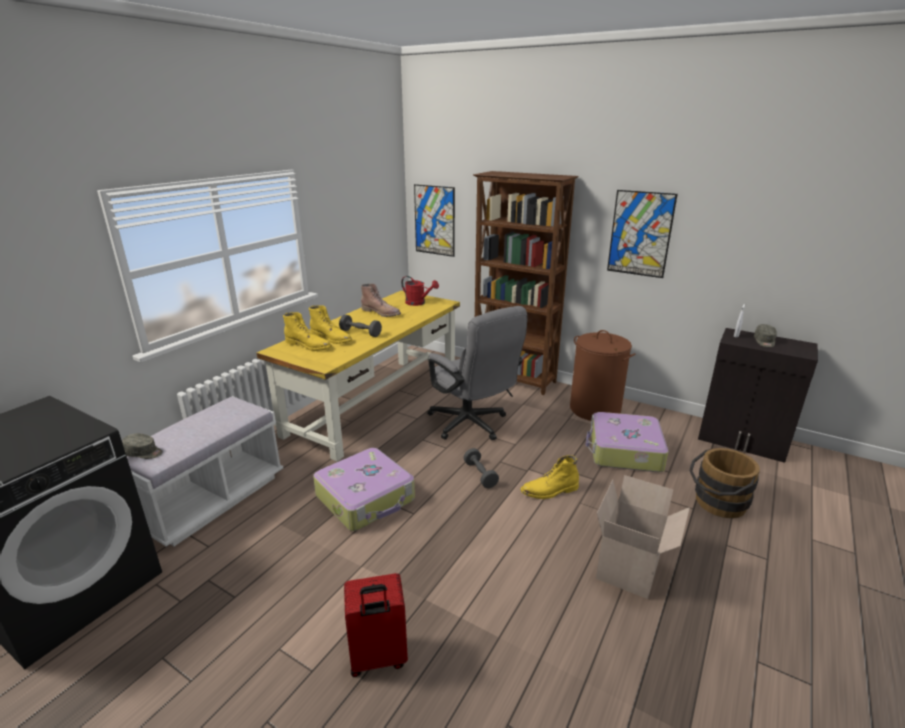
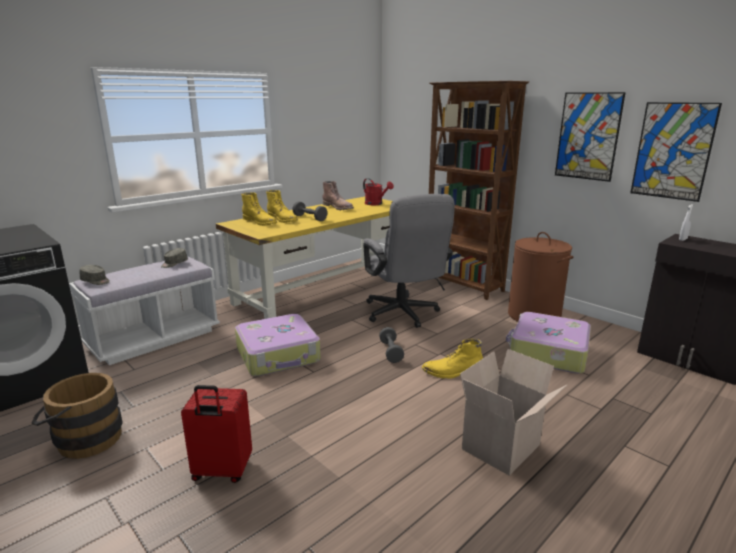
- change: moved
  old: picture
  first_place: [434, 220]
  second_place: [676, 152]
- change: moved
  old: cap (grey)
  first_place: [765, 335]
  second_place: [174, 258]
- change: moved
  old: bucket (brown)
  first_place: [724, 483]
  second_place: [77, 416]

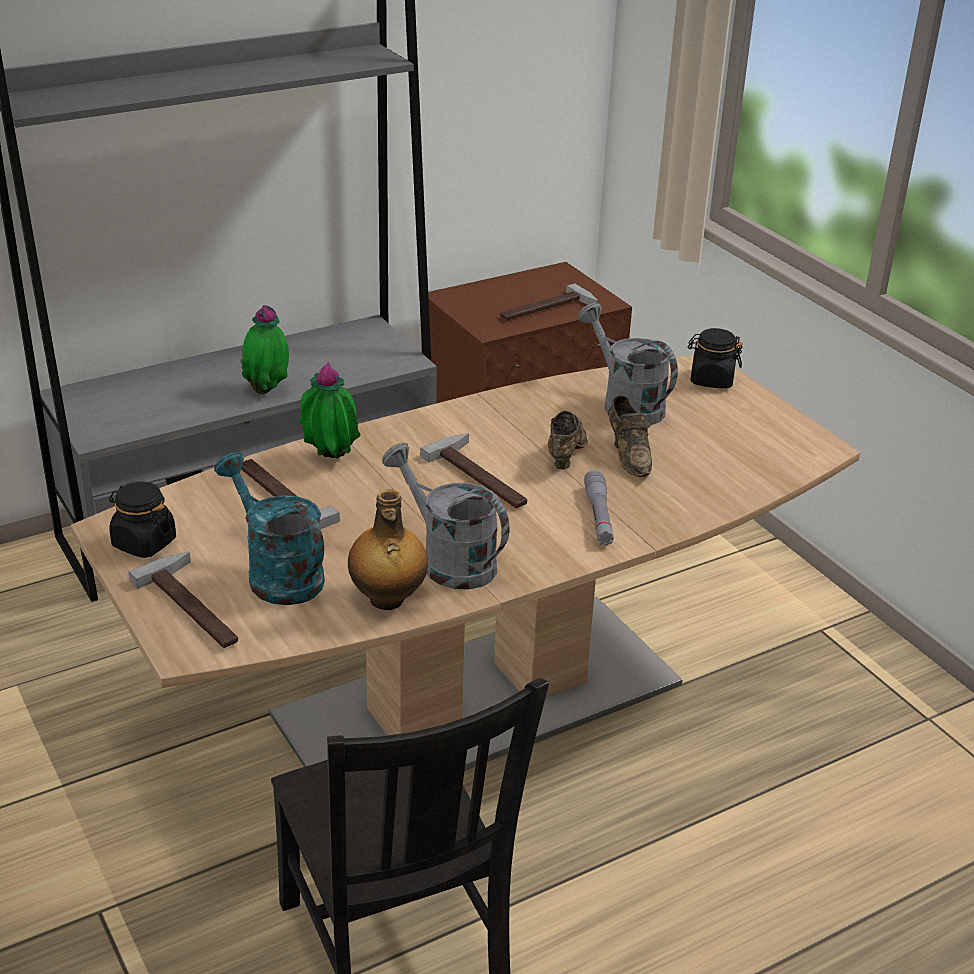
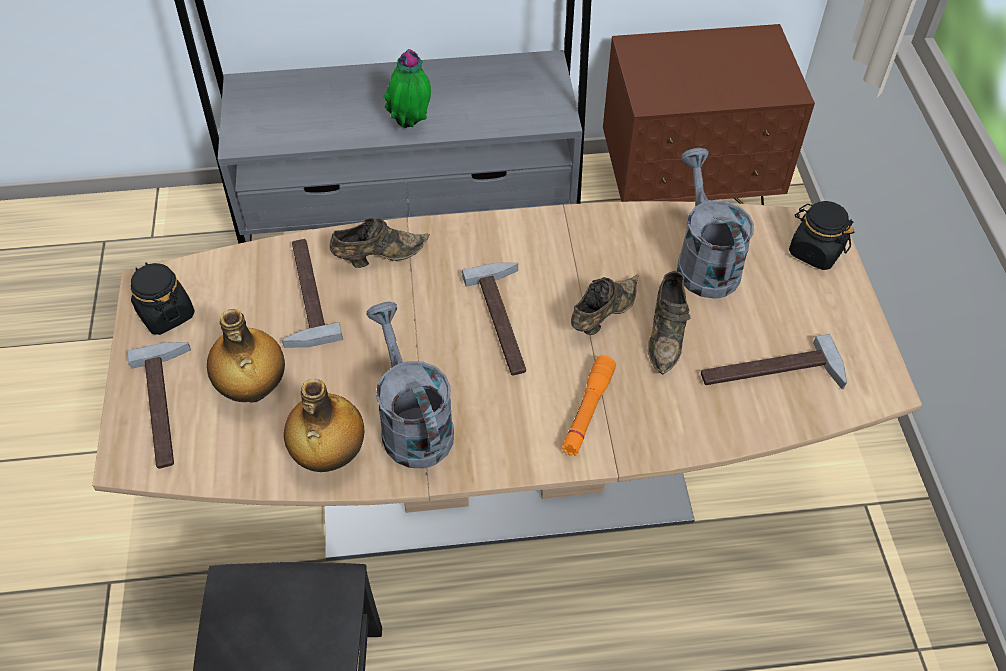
- change: moved
  old: hammer
  first_place: [549, 301]
  second_place: [774, 361]
- change: replaced
  old: potted plant
  new: shoe (brown)
  first_place: [330, 410]
  second_place: [380, 243]
- change: replaced
  old: watering can (turquoise)
  new: bottle
  first_place: [269, 528]
  second_place: [246, 356]
- change: recoloured
  old: flashlight (grey)
  new: flashlight (orange)
  first_place: [599, 508]
  second_place: [589, 405]

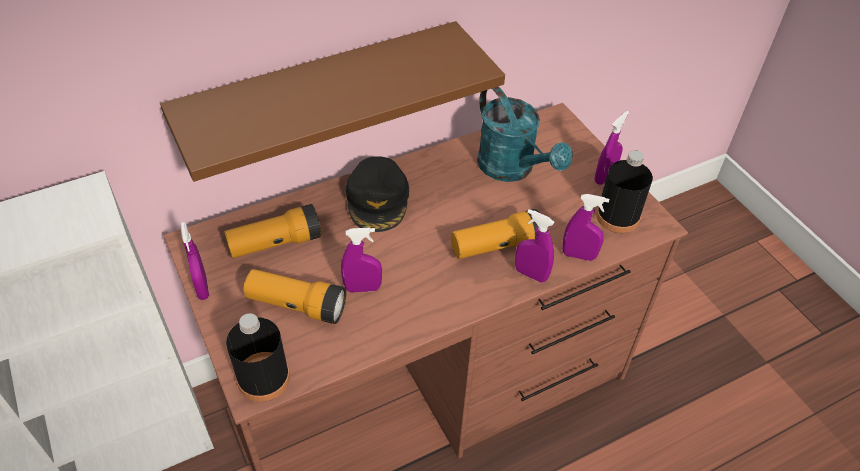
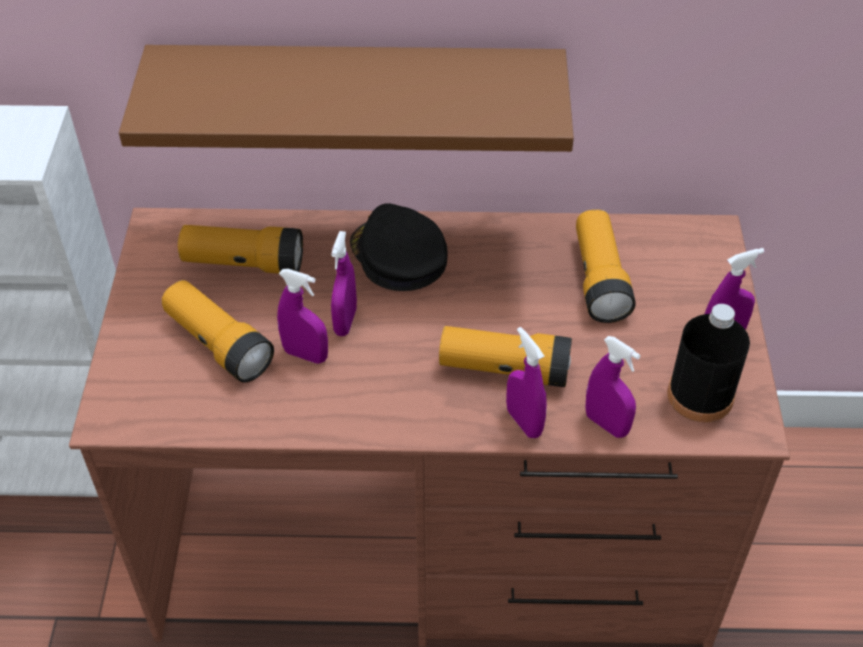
- change: replaced
  old: watering can (turquoise)
  new: flashlight
  first_place: [525, 134]
  second_place: [606, 266]
- change: turned
  old: cap (black)
  first_place: [377, 194]
  second_place: [398, 247]
  degrees: 120
- change: moved
  old: spray bottle (purple)
  first_place: [194, 261]
  second_place: [344, 283]
- change: removed
  old: bottle (black)
  first_place: [258, 357]

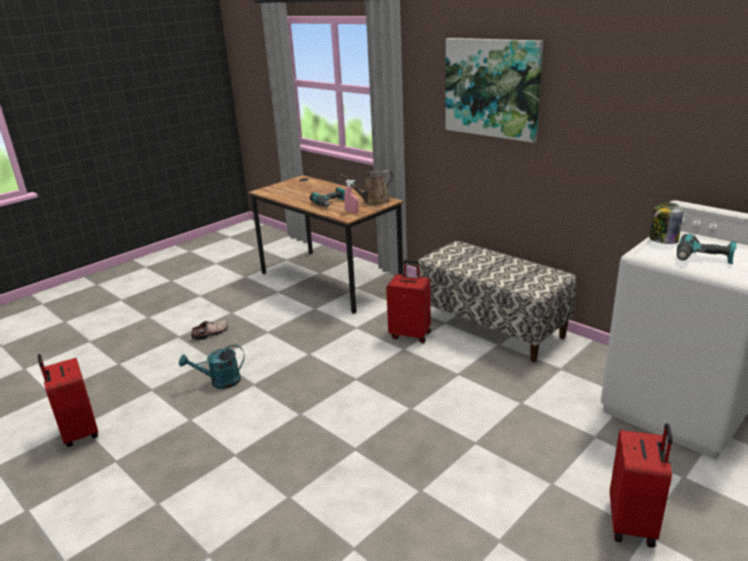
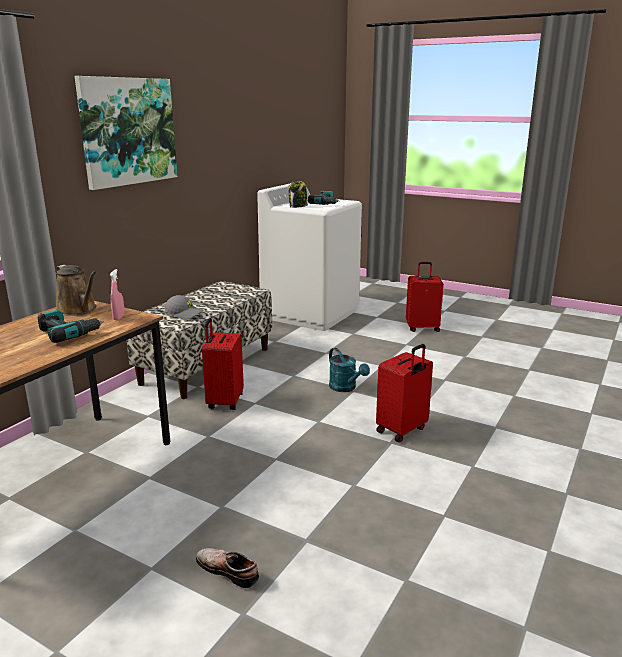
- change: moved
  old: watering can (turquoise)
  first_place: [212, 366]
  second_place: [349, 370]
- change: moved
  old: suitcase (red)
  first_place: [67, 400]
  second_place: [404, 393]
- change: added
  new: cap (grey)
  second_place: [184, 307]

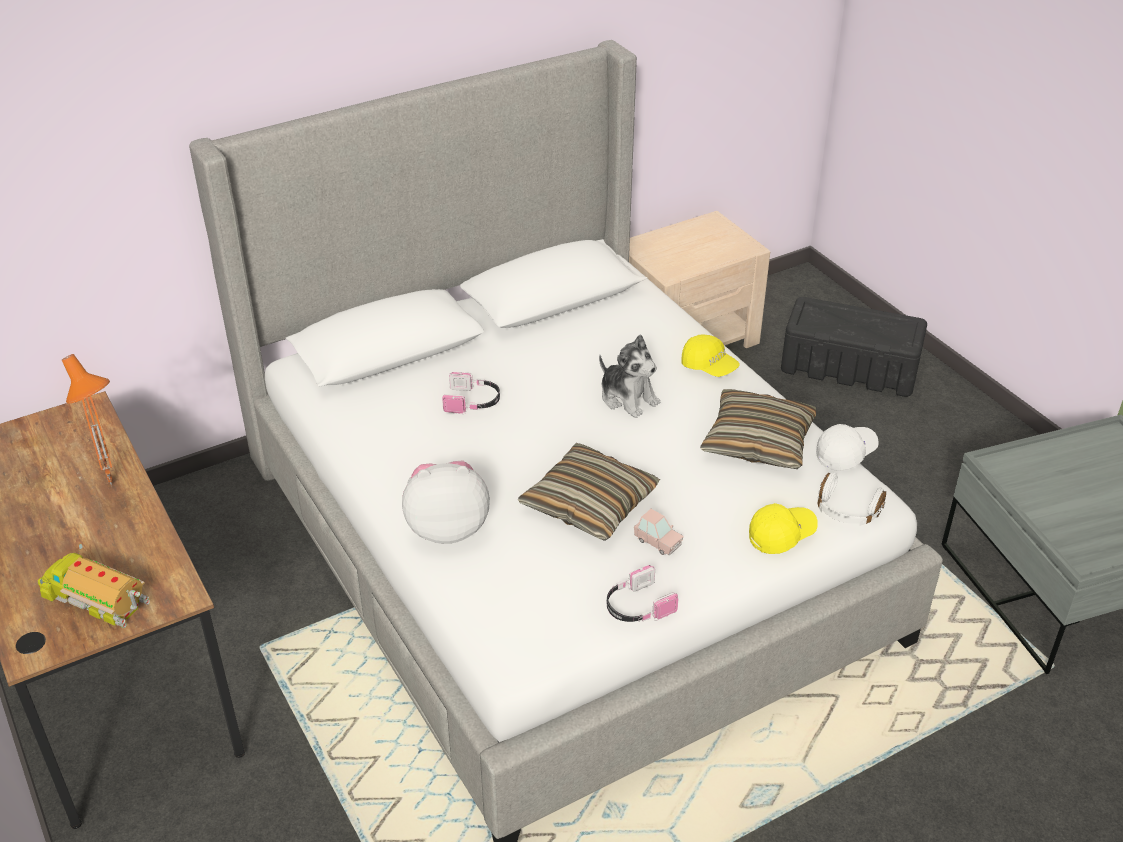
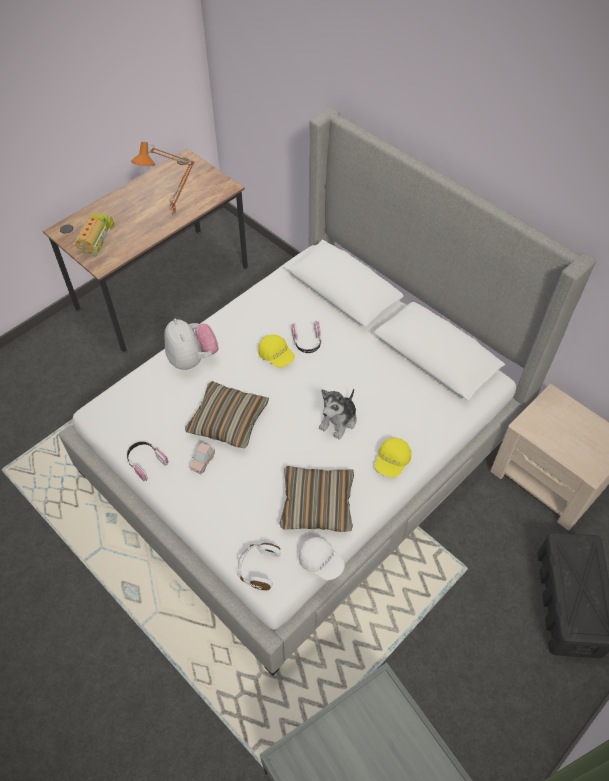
- change: moved
  old: cap (yellow)
  first_place: [783, 528]
  second_place: [276, 350]

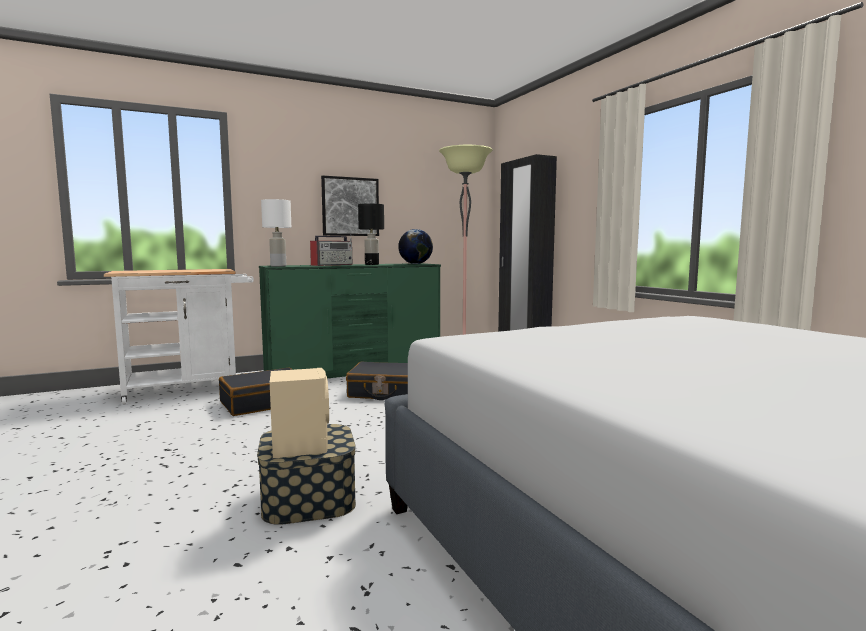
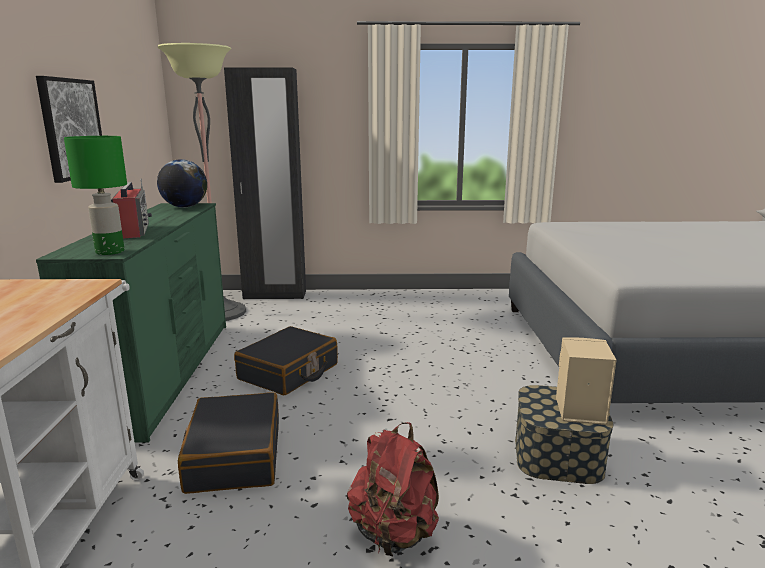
- change: recoloured
  old: table lamp (white)
  new: table lamp (green)
  first_place: [276, 233]
  second_place: [95, 195]
- change: removed
  old: table lamp (black)
  first_place: [371, 234]
- change: added
  new: backpack (red)
  second_place: [393, 489]

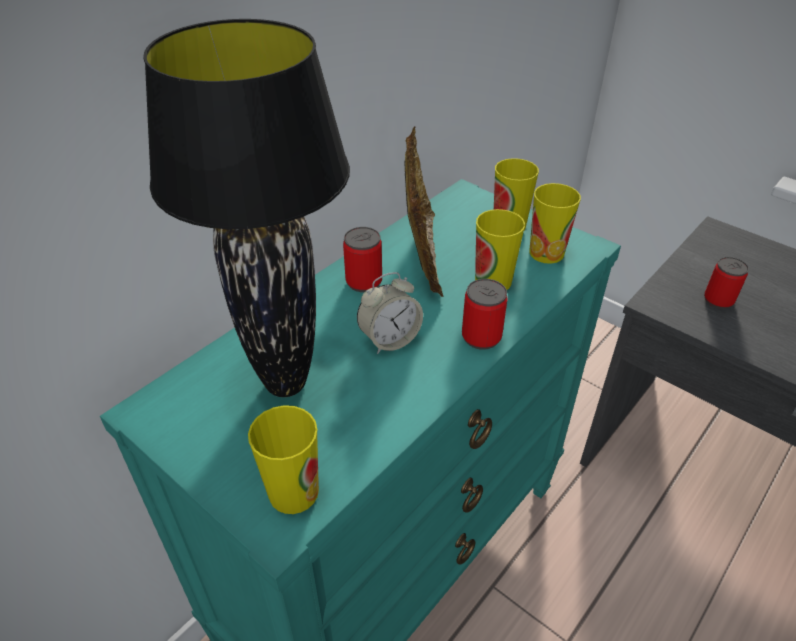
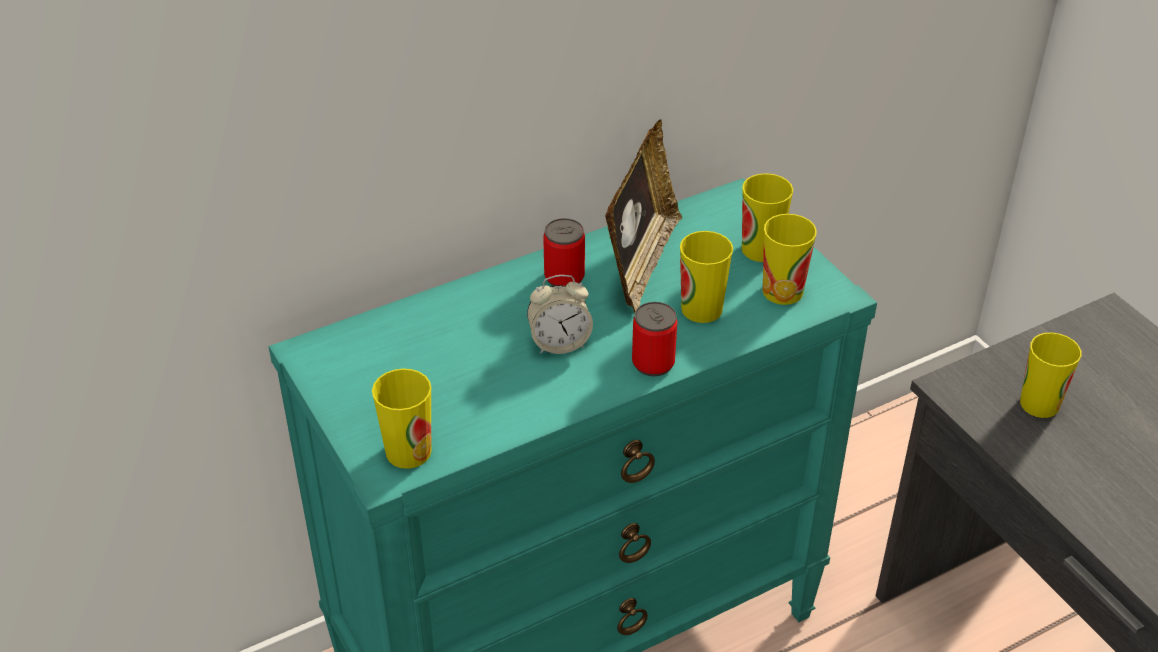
- change: removed
  old: table lamp (black)
  first_place: [246, 208]
- change: replaced
  old: can
  new: cup
  first_place: [726, 283]
  second_place: [1050, 375]

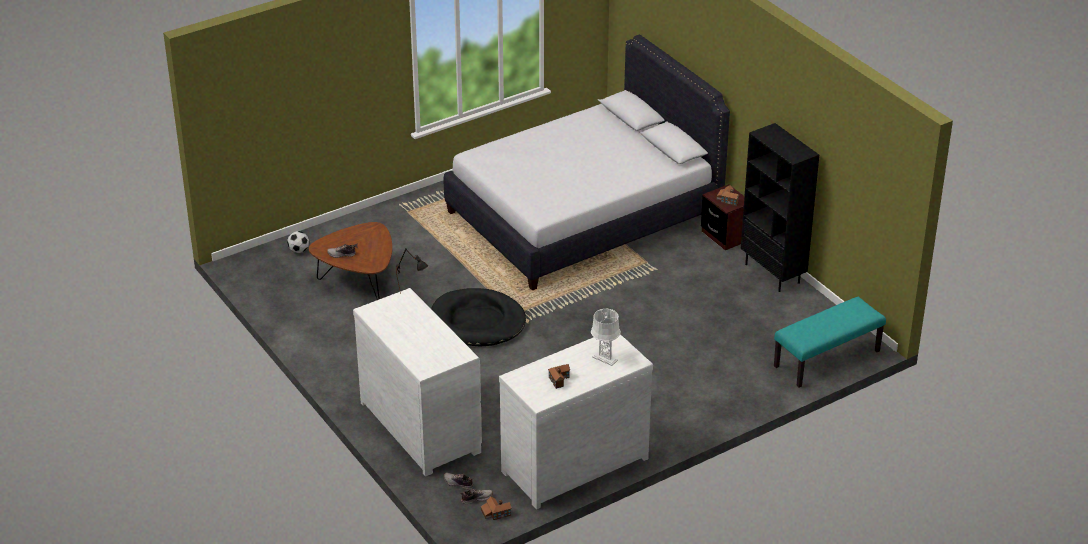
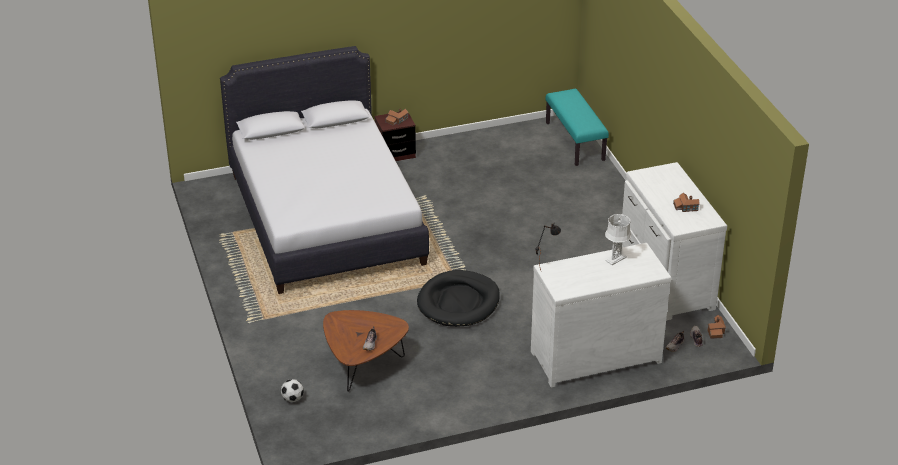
- change: removed
  old: bookcase (black)
  first_place: [780, 207]
- change: moved
  old: table lamp (white)
  first_place: [606, 337]
  second_place: [618, 239]

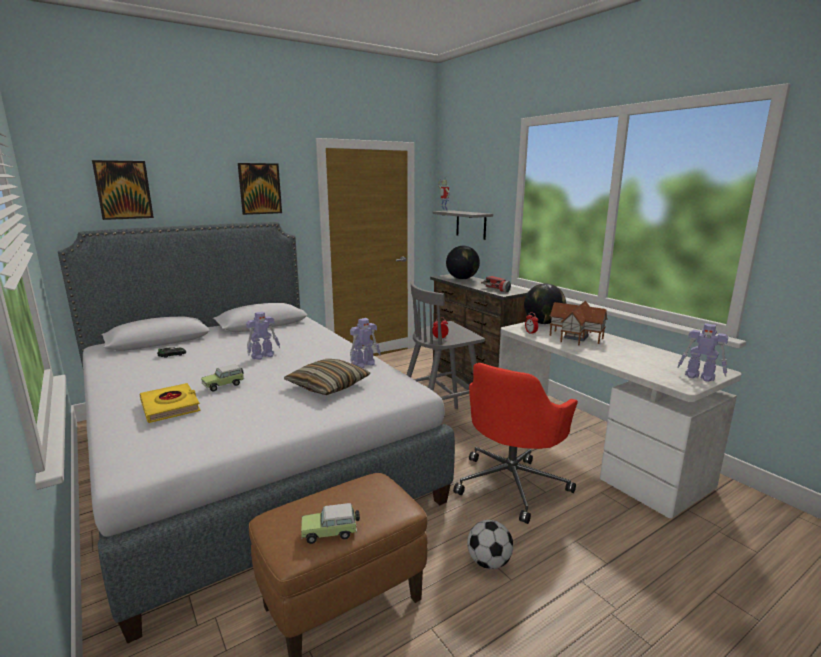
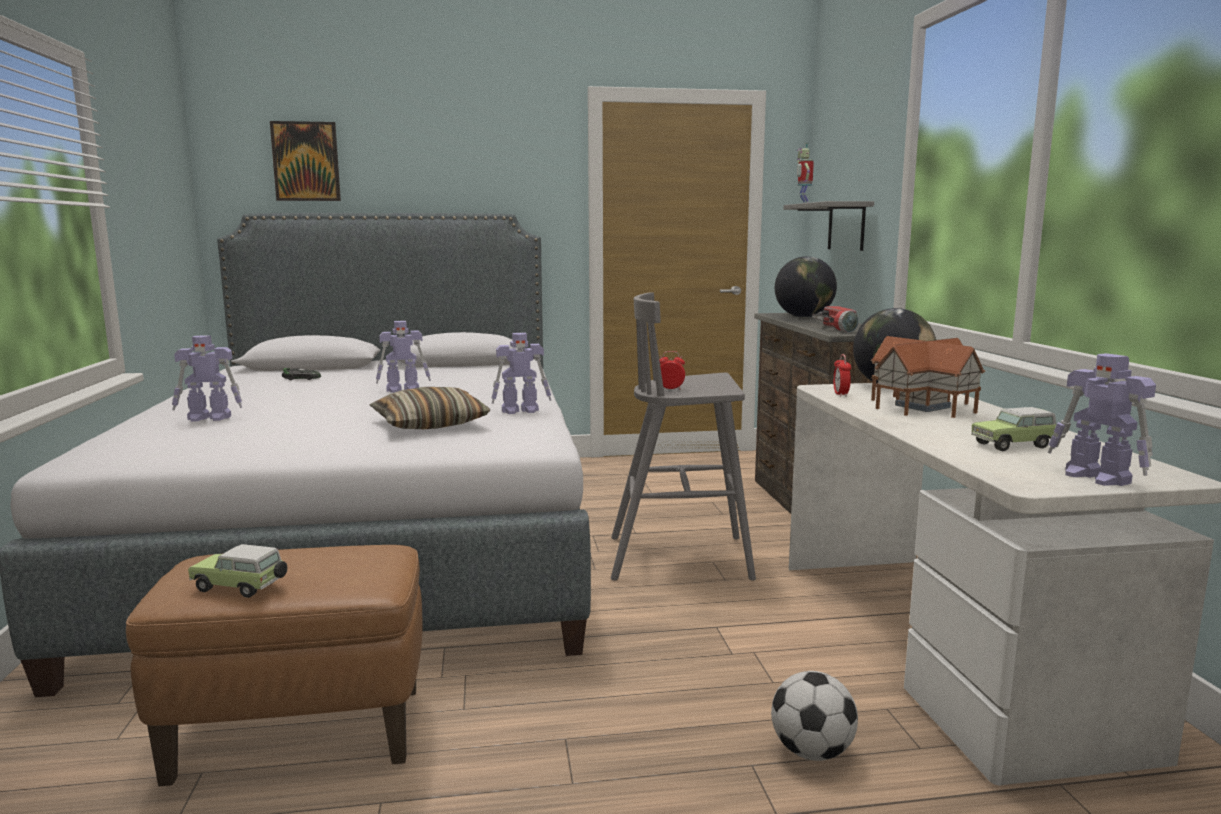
- change: removed
  old: picture
  first_place: [260, 189]
- change: removed
  old: office chair (red)
  first_place: [515, 443]
- change: moved
  old: toy car
  first_place: [222, 378]
  second_place: [1013, 429]
- change: replaced
  old: book (yellow)
  new: toy robot
  first_place: [170, 403]
  second_place: [207, 378]
- change: moved
  old: football
  first_place: [490, 544]
  second_place: [814, 716]

